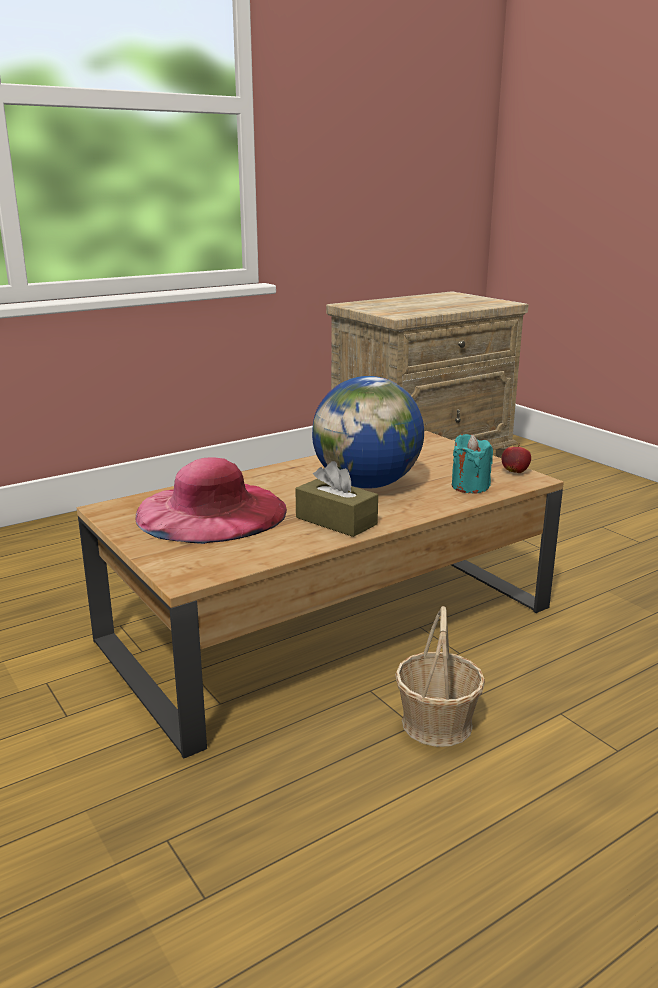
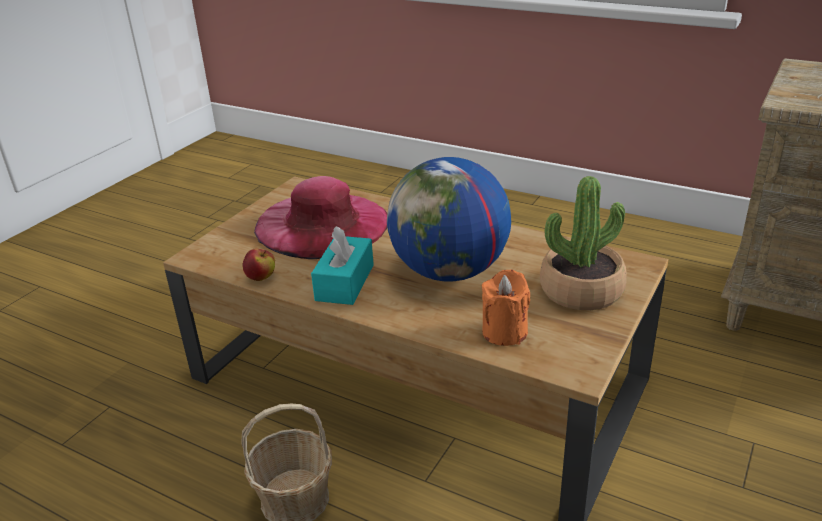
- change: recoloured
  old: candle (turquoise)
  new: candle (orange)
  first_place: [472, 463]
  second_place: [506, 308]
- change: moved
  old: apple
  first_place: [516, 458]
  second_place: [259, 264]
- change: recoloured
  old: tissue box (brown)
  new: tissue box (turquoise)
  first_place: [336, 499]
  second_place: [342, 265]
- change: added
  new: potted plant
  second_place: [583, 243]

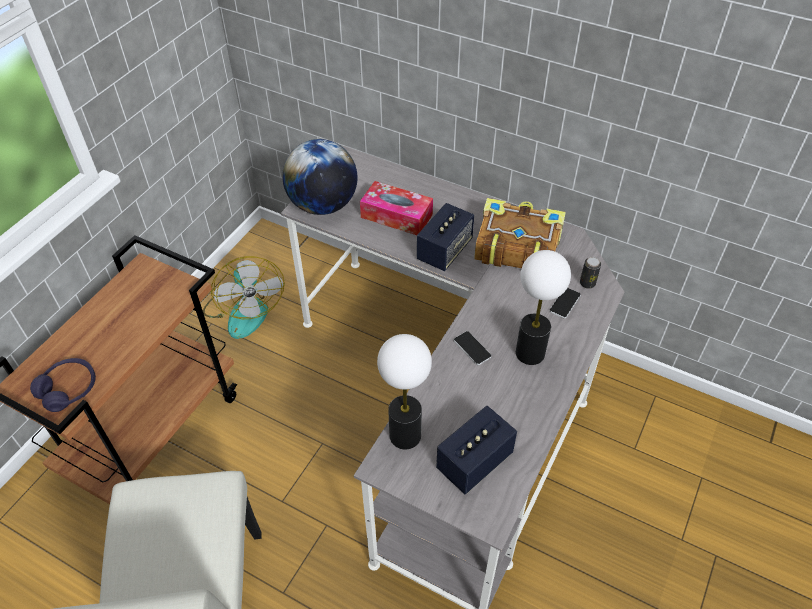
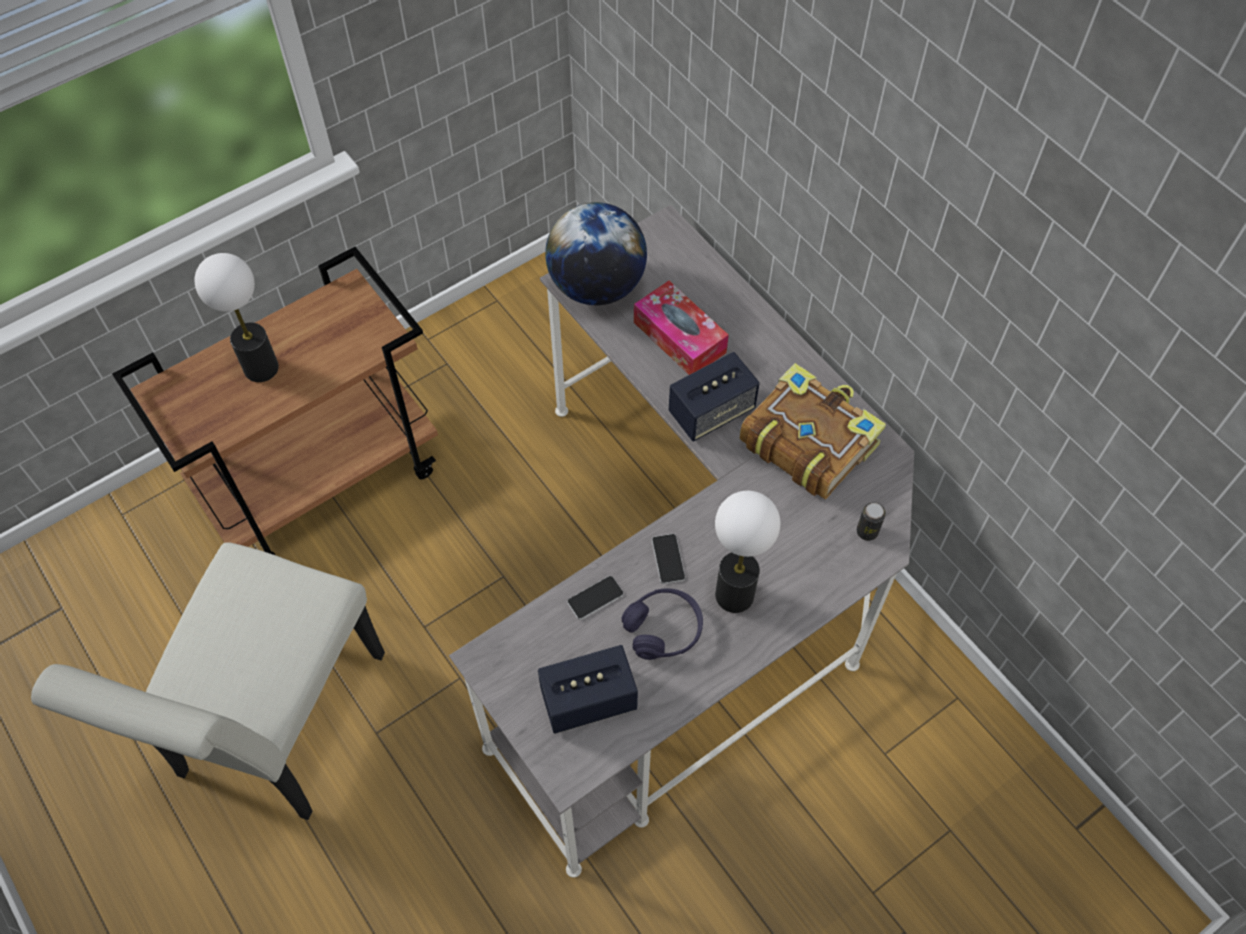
- change: removed
  old: fan
  first_place: [244, 297]
- change: moved
  old: phone
  first_place: [565, 303]
  second_place: [595, 598]
- change: moved
  old: table lamp
  first_place: [404, 392]
  second_place: [237, 317]
- change: moved
  old: headphones (purple)
  first_place: [63, 385]
  second_place: [662, 624]

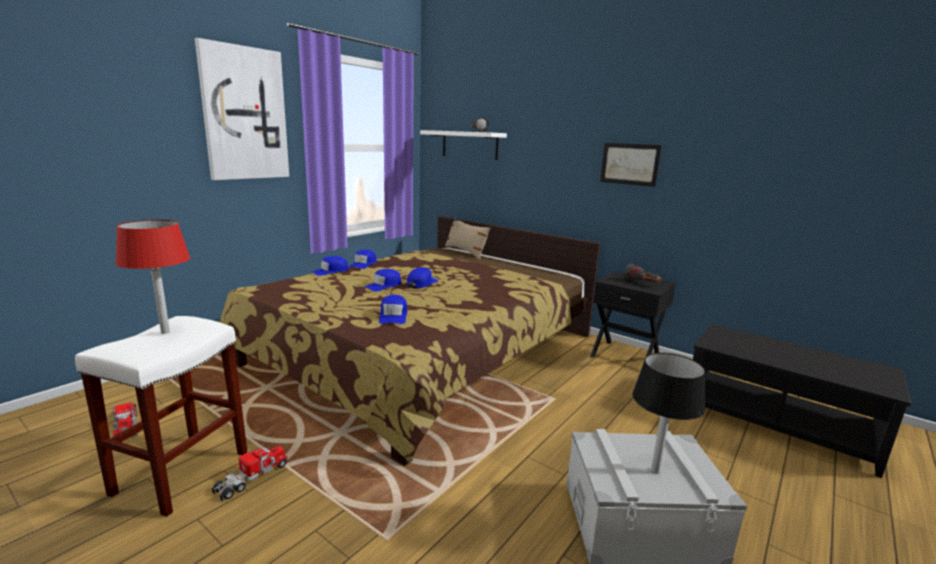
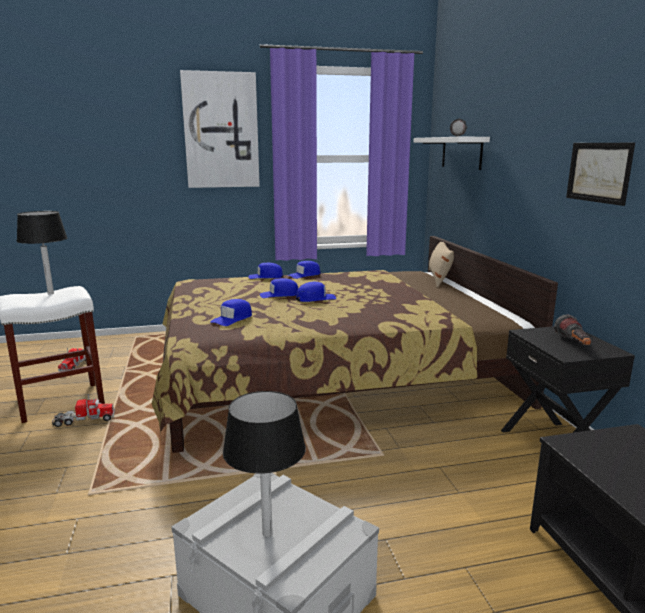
- change: recoloured
  old: table lamp (red)
  new: table lamp (black)
  first_place: [152, 277]
  second_place: [42, 252]

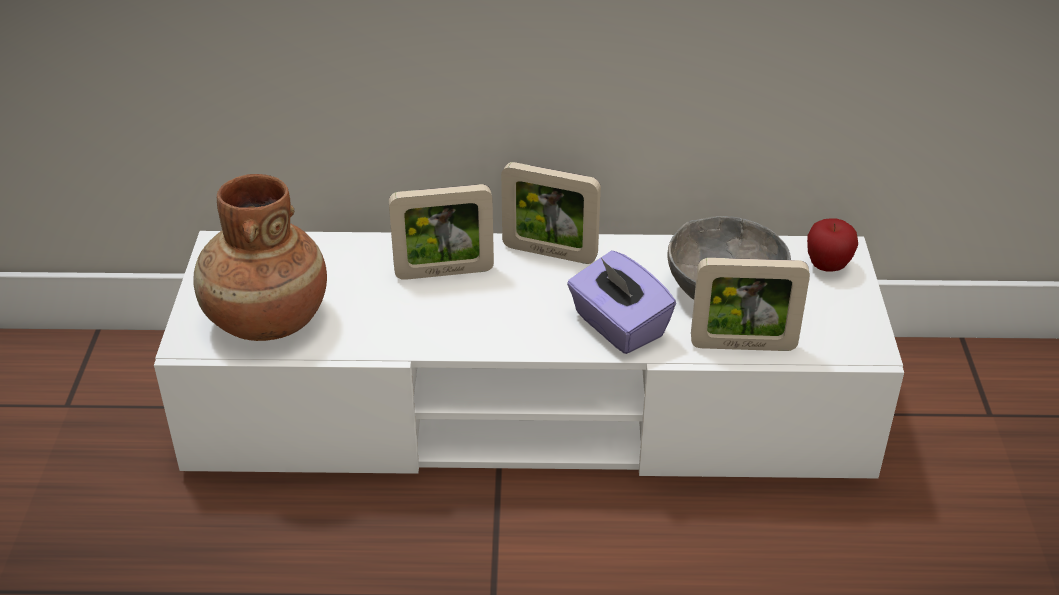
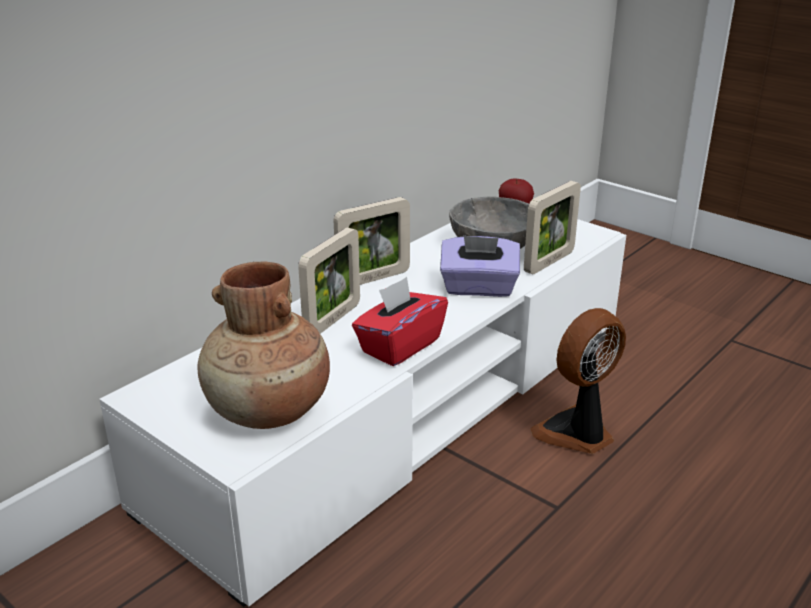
- change: added
  new: tissue box (red)
  second_place: [400, 321]
- change: added
  new: fan
  second_place: [578, 381]

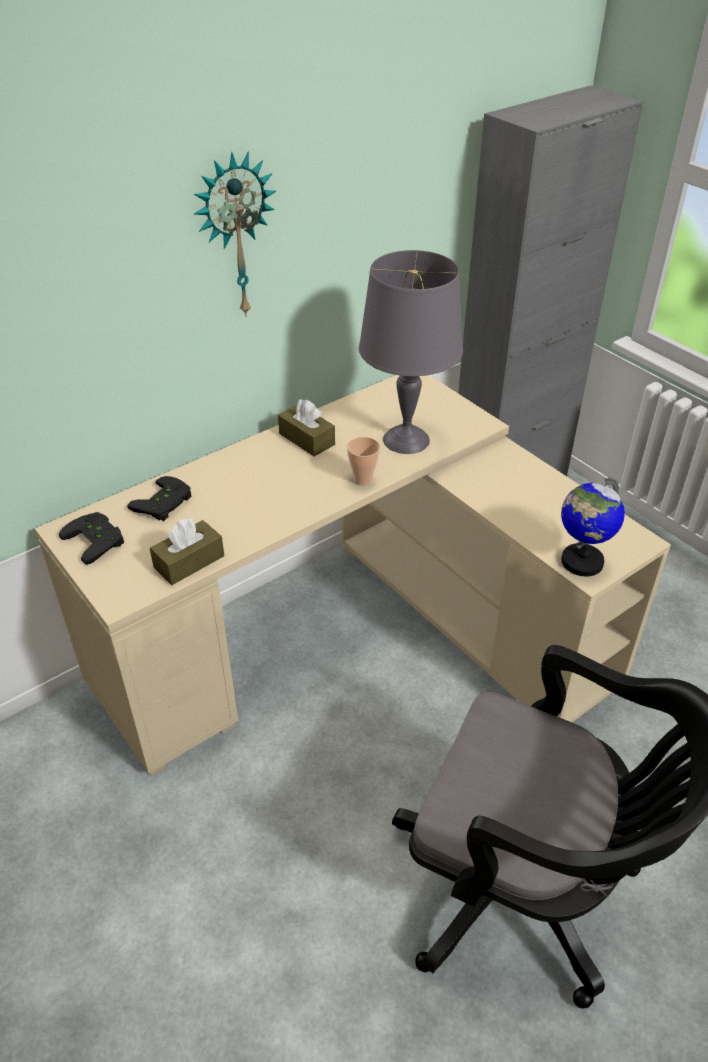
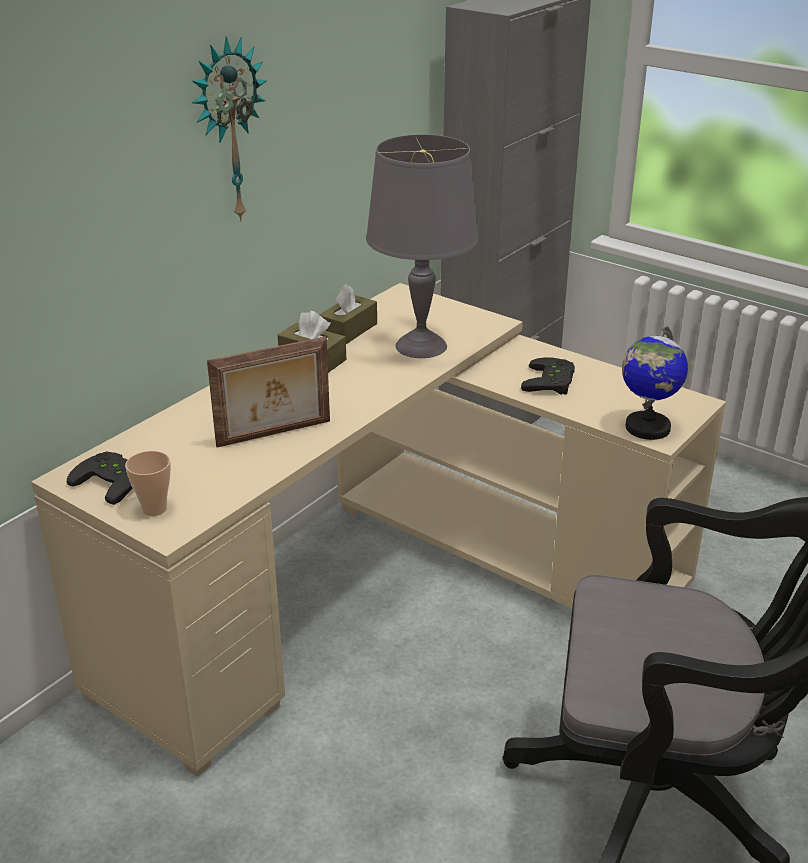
- change: moved
  old: cup
  first_place: [363, 461]
  second_place: [148, 483]
- change: moved
  old: game controller (black)
  first_place: [159, 498]
  second_place: [548, 376]
- change: moved
  old: tissue box (brown)
  first_place: [187, 551]
  second_place: [348, 314]
- change: added
  new: picture frame
  second_place: [268, 392]

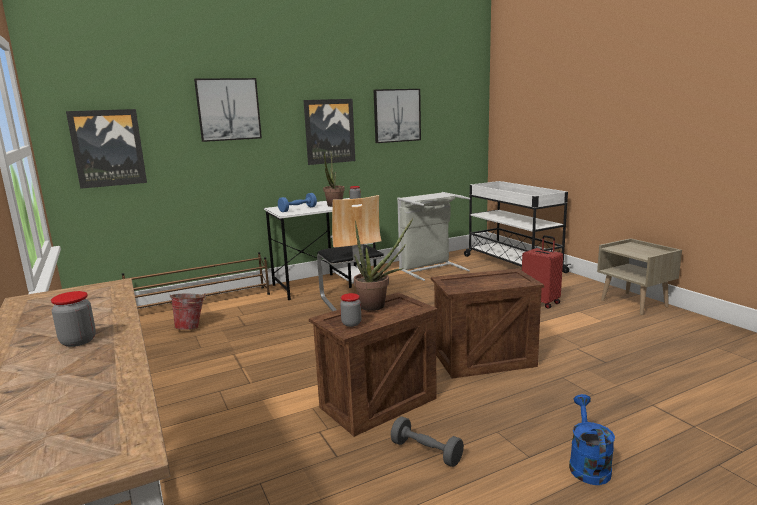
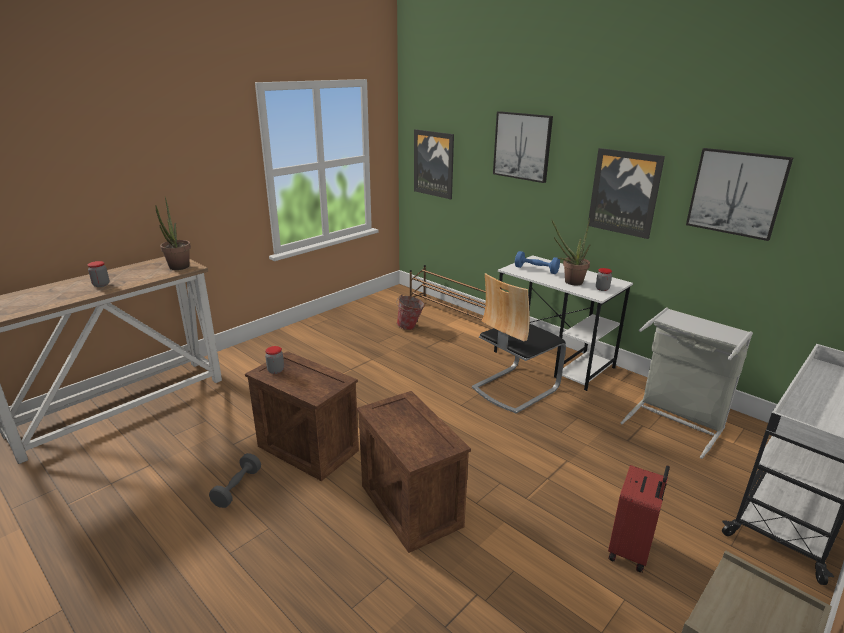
- change: moved
  old: potted plant
  first_place: [383, 264]
  second_place: [173, 233]
- change: removed
  old: watering can (blue)
  first_place: [592, 439]

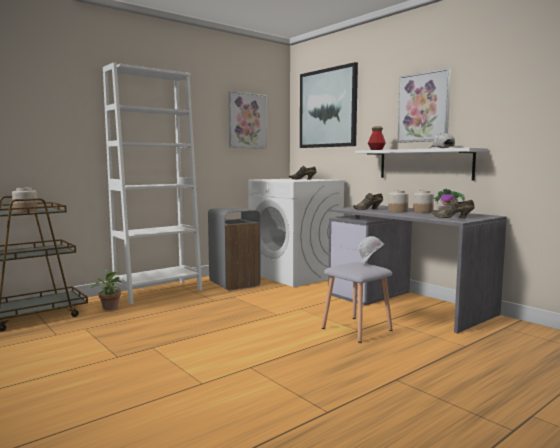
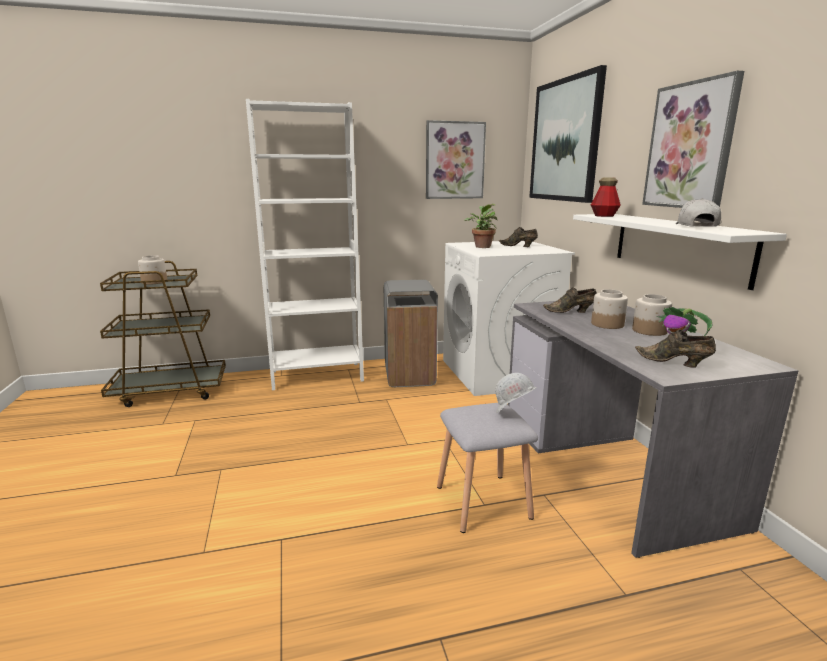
- change: moved
  old: potted plant
  first_place: [106, 289]
  second_place: [480, 226]

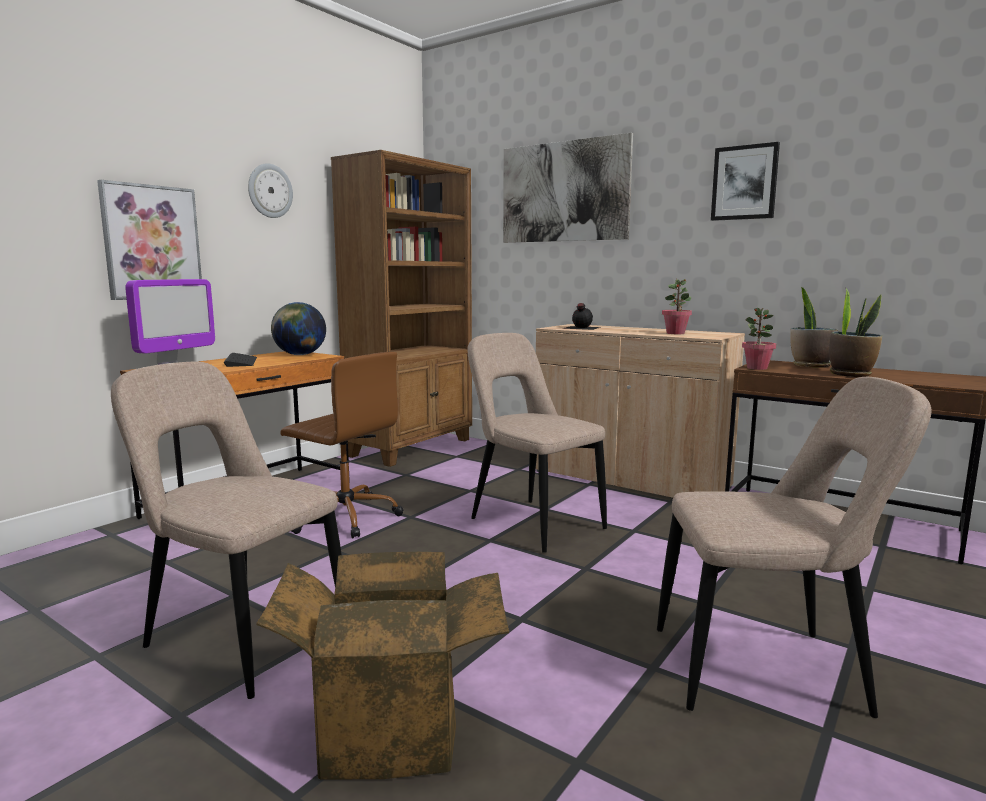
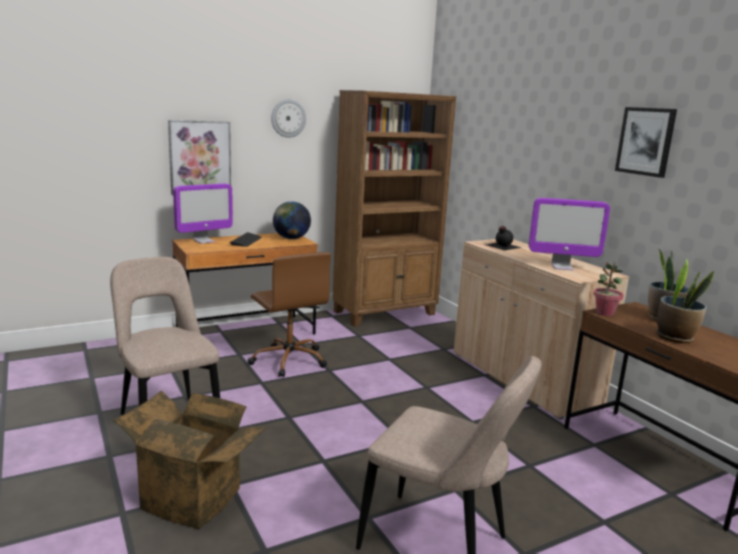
- change: removed
  old: picture
  first_place: [568, 188]
- change: replaced
  old: potted plant
  new: monitor
  first_place: [677, 306]
  second_place: [569, 234]
- change: removed
  old: chair (beige)
  first_place: [537, 443]

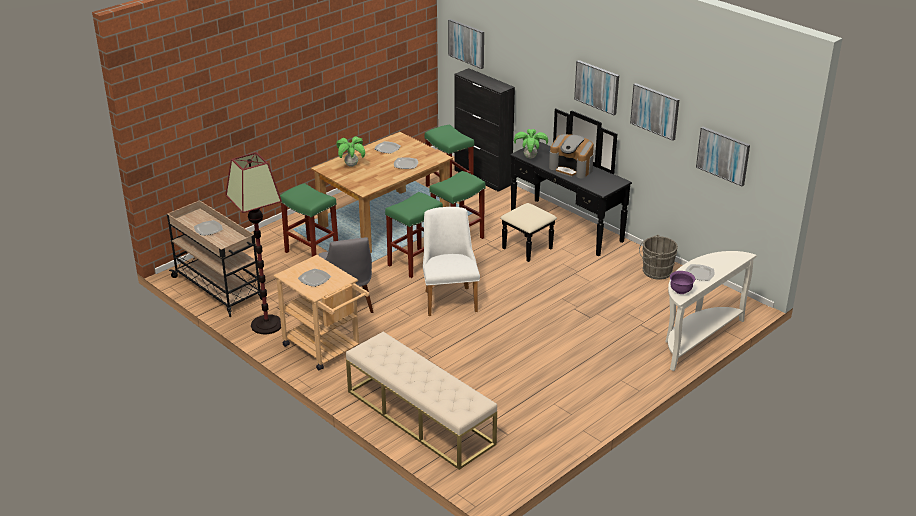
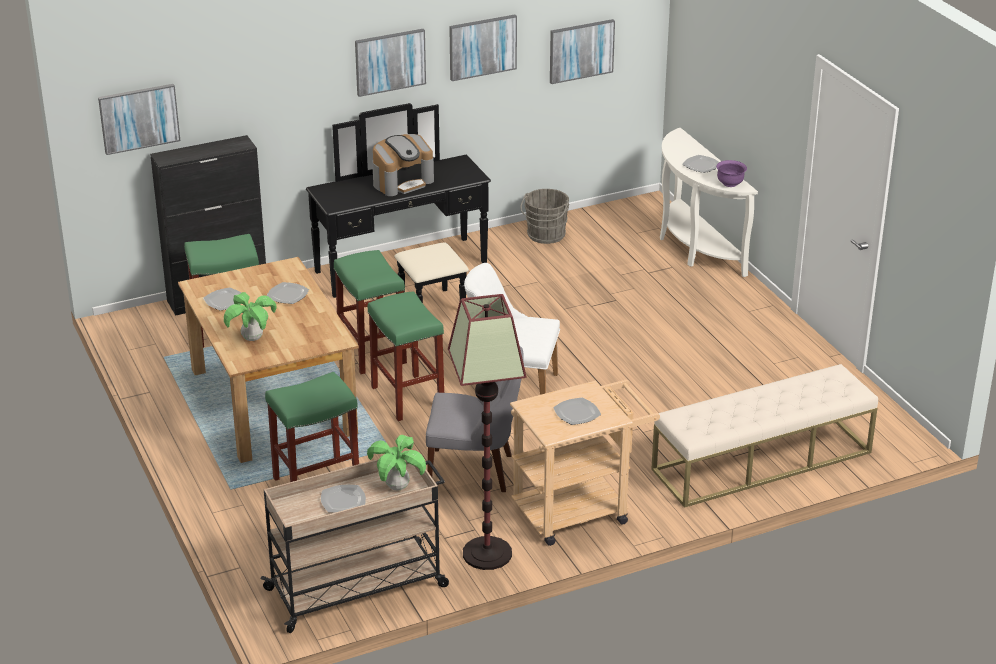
- change: moved
  old: potted plant
  first_place: [531, 144]
  second_place: [396, 462]

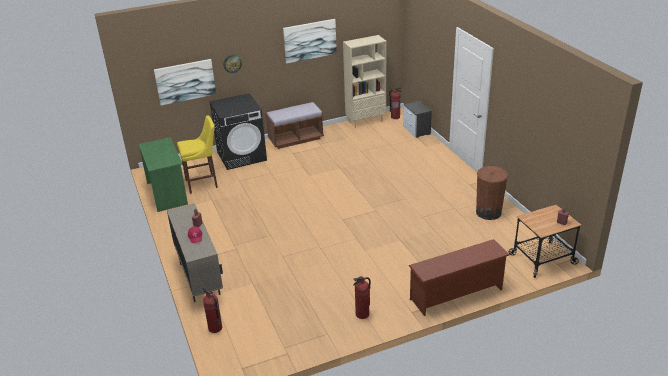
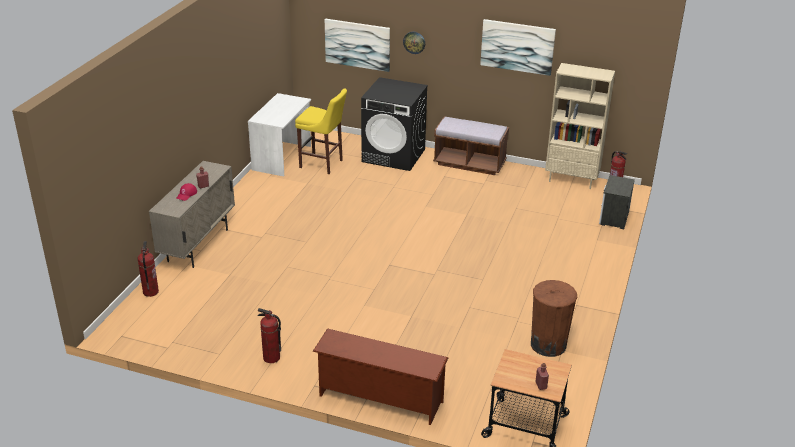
- change: recoloured
  old: desk (green)
  new: desk (white)
  first_place: [163, 174]
  second_place: [279, 134]

